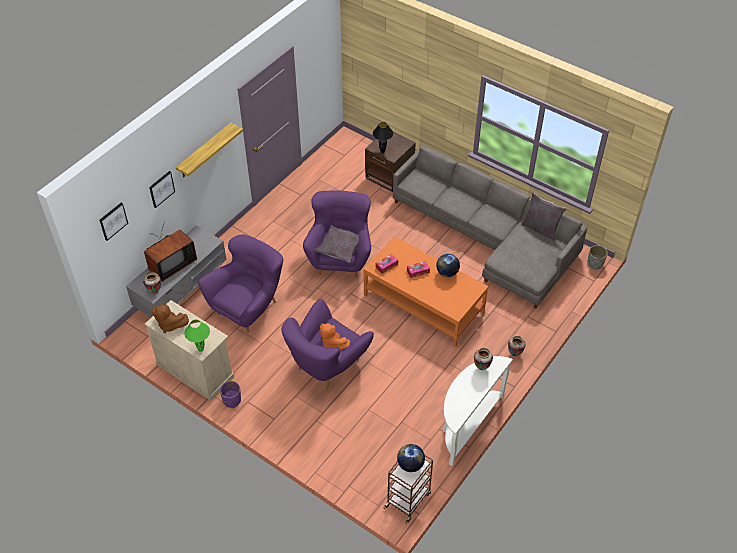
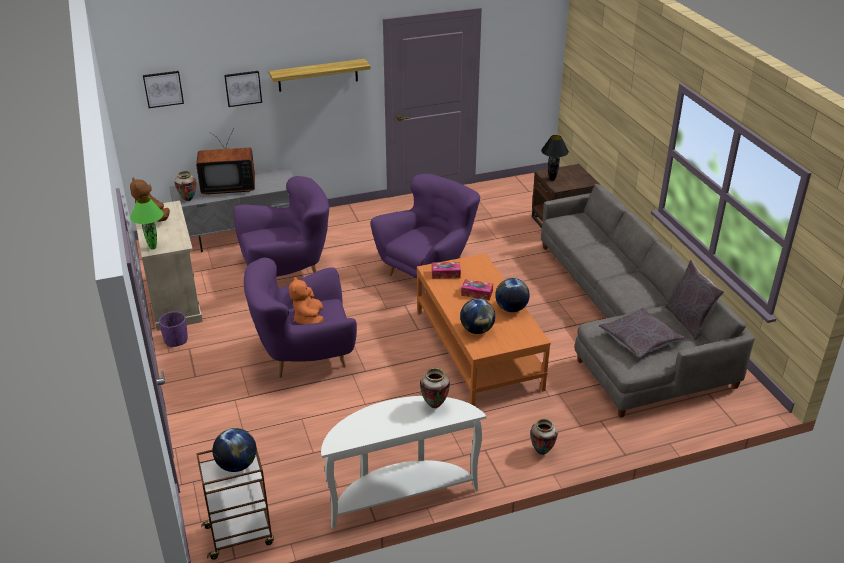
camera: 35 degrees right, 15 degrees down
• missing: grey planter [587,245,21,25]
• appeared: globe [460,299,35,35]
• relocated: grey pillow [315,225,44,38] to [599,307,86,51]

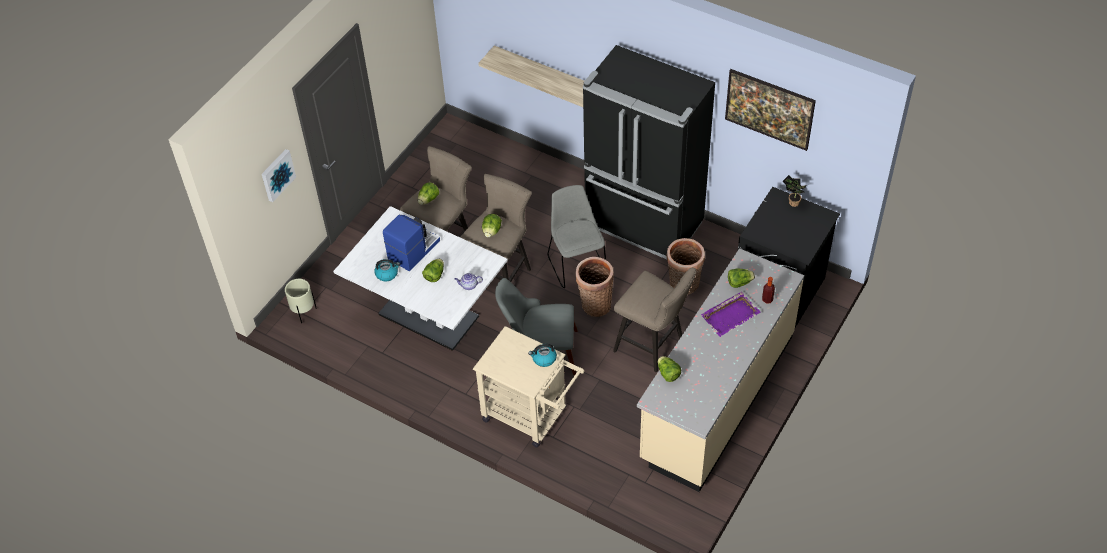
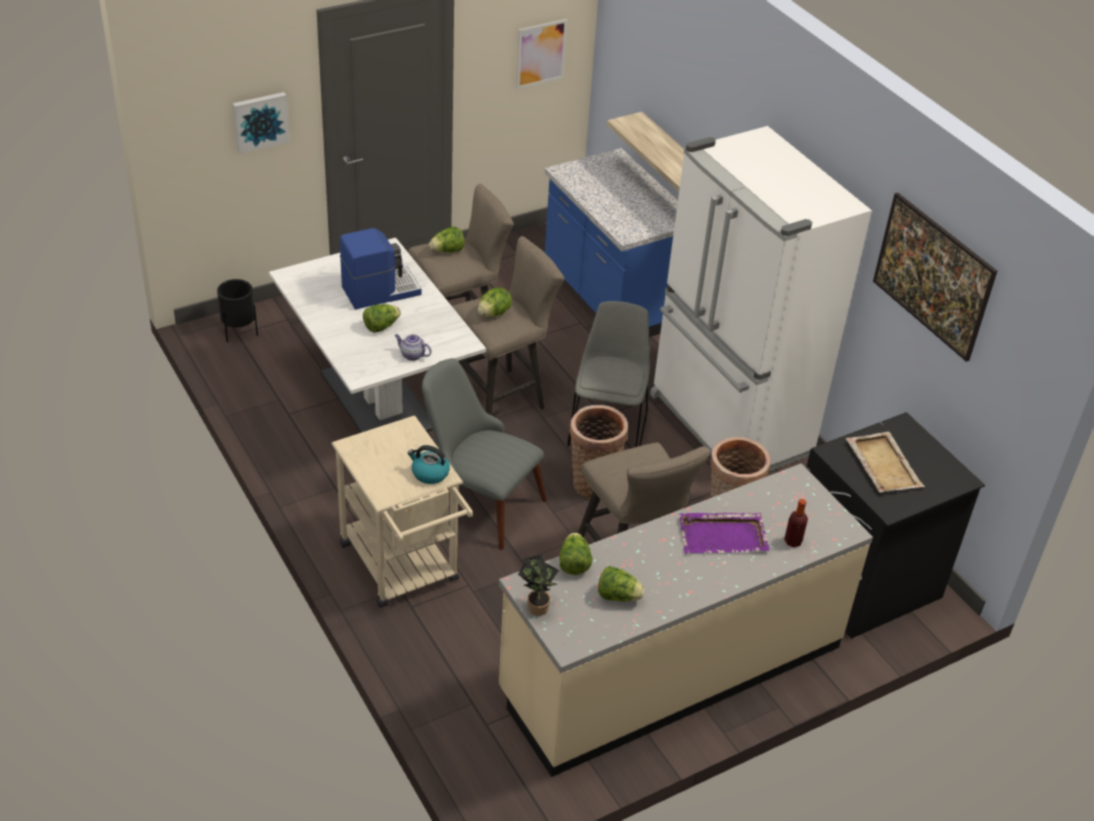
camera: 25 degrees right, 10 degrees down
• missing: kettle [374,259,26,22]
• appeared: picture [516,19,51,70]
• appeared: blue counter [545,148,133,189]
• appeared: beige tray [846,432,79,60]
• relocated: lettuce [728,268,27,20] to [598,566,47,36]
• relocated: potted plant [783,175,23,32] to [518,554,41,62]
• colour: beige planter [285,279,32,44] to black planter [217,279,41,63]
• colour: black fridge [583,45,132,214] to white fridge [650,126,222,345]

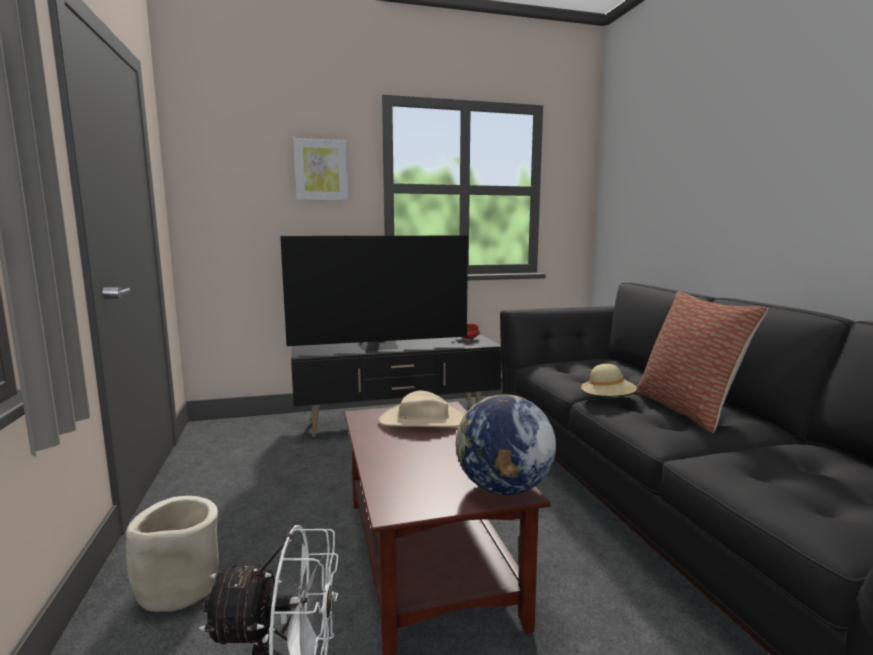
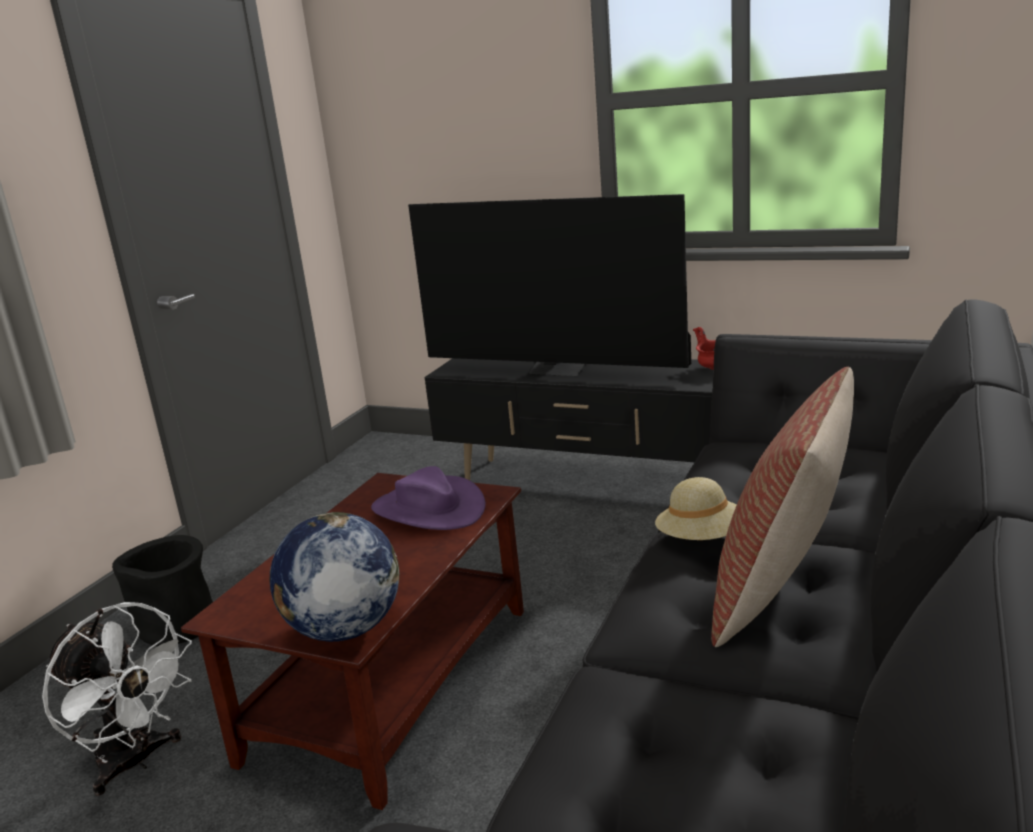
camera: 40 degrees right, 10 degrees up
• missing: picture [293,138,55,63]
• colour: beige planter [126,496,93,116] to black planter [112,535,101,111]
• colour: beige hat [378,391,87,36] to purple hat [371,466,115,64]

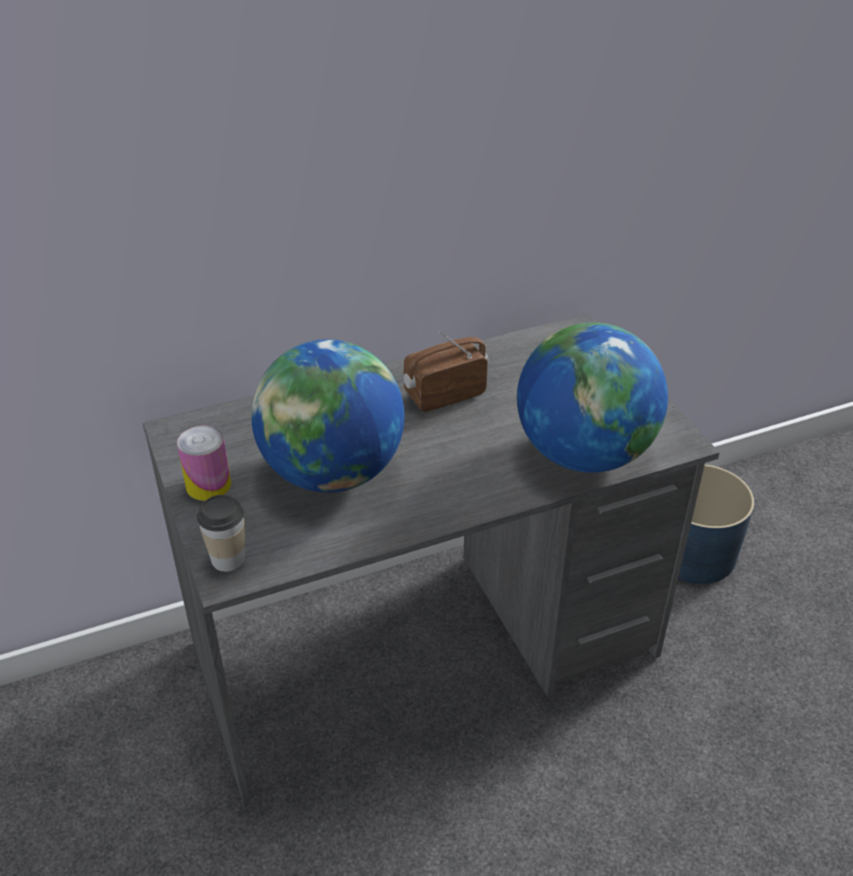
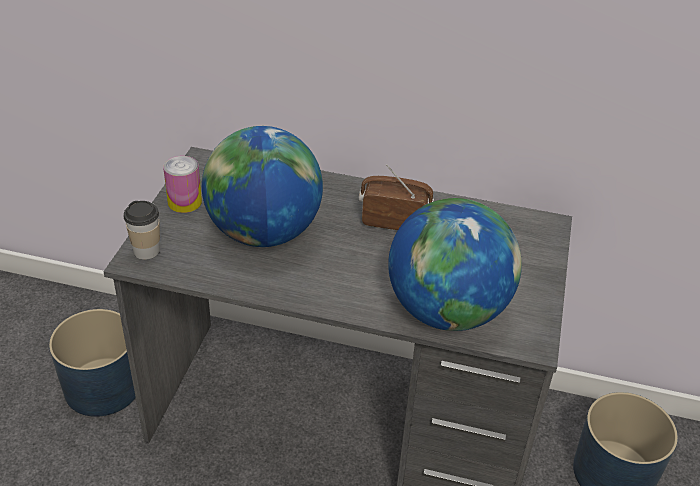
camera: 35 degrees right, 0 degrees up
• appeared: blue planter [49,309,87,108]

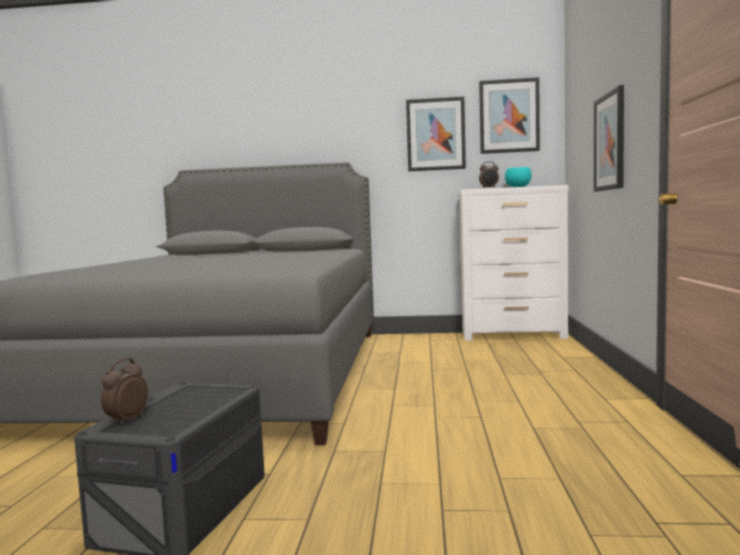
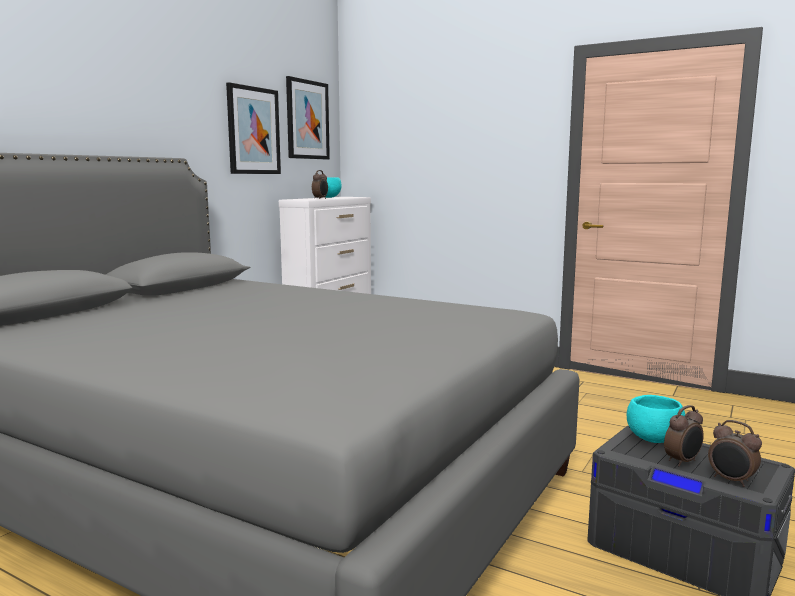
camera: 65 degrees left, 5 degrees up
• missing: picture [594,85,30,107]
• appeared: turquoise bowl [627,395,58,48]
• appeared: alarm clock [664,405,40,62]

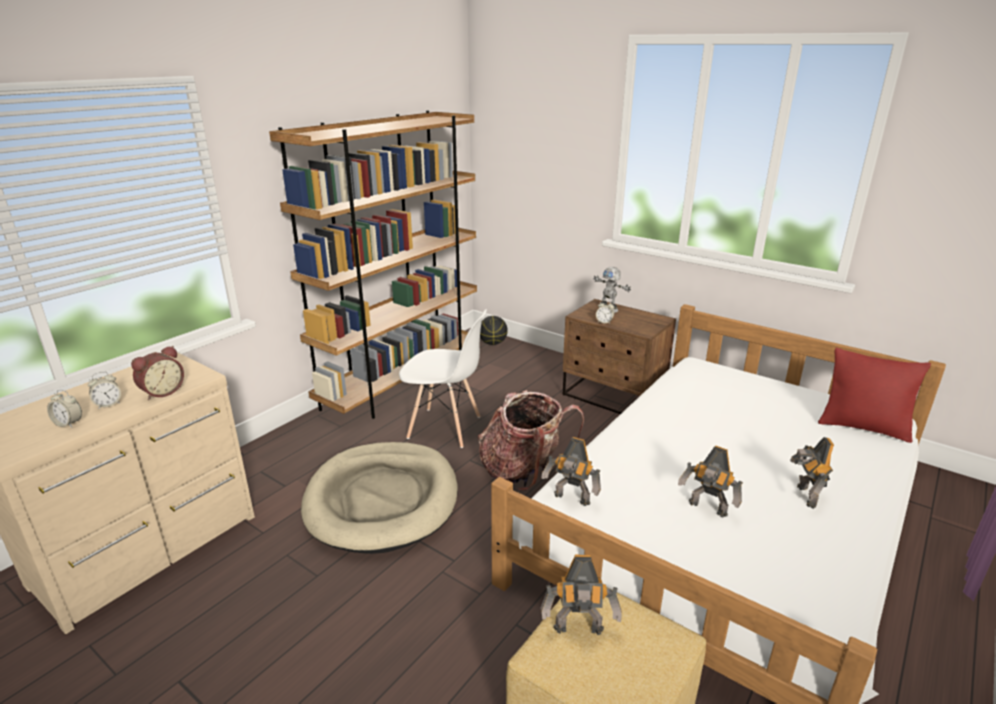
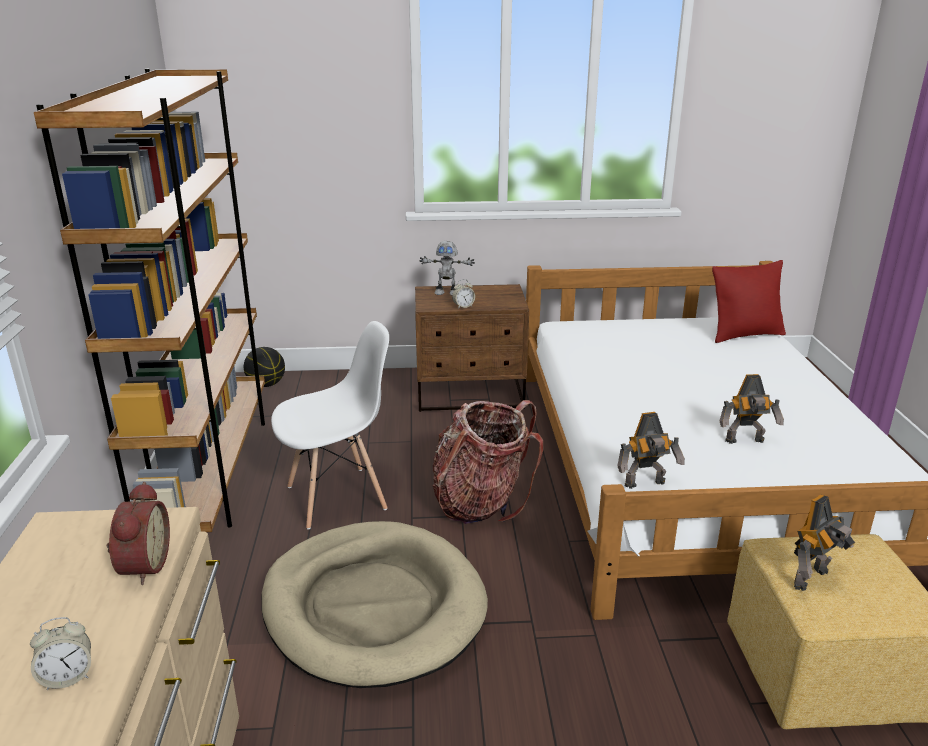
camera: 40 degrees left, 0 degrees up
• missing: alarm clock [88,372,33,37]
• missing: toy robot [790,437,44,72]

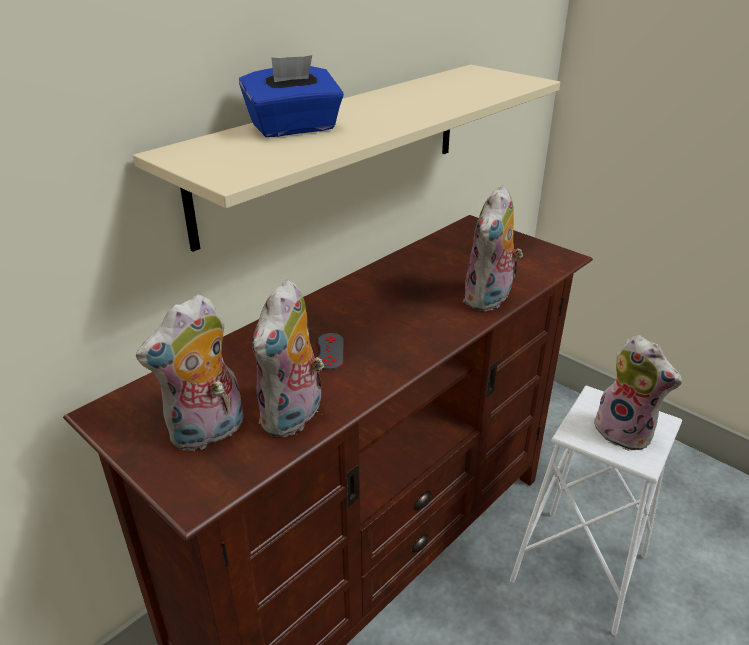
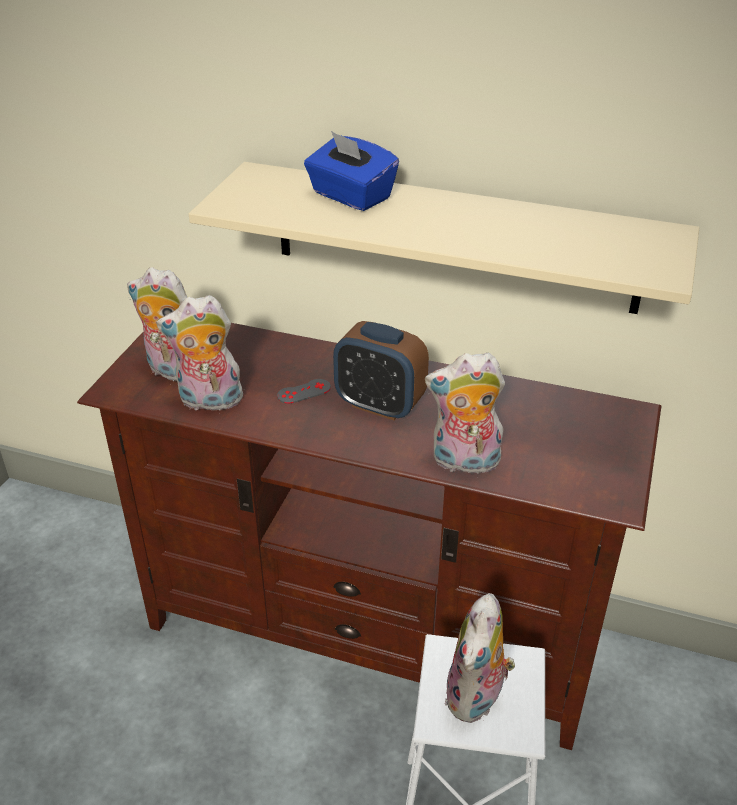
camera: 65 degrees right, 5 degrees up
• appeared: alarm clock [333,321,96,99]

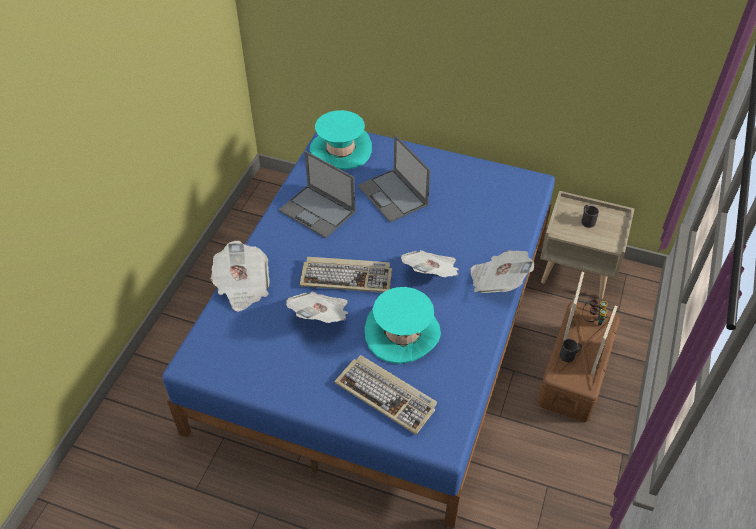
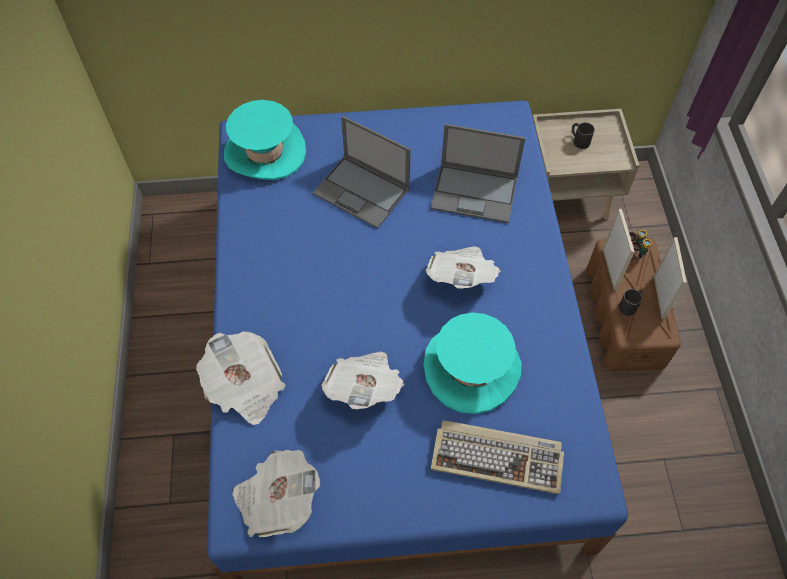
camera: 25 degrees left, 10 degrees up
• missing: keyboard [300,257,92,36]
• relocated: laptop [279,151,76,87] to [430,124,96,99]
• relocated: newspaper [470,250,64,43] to [232,450,88,87]

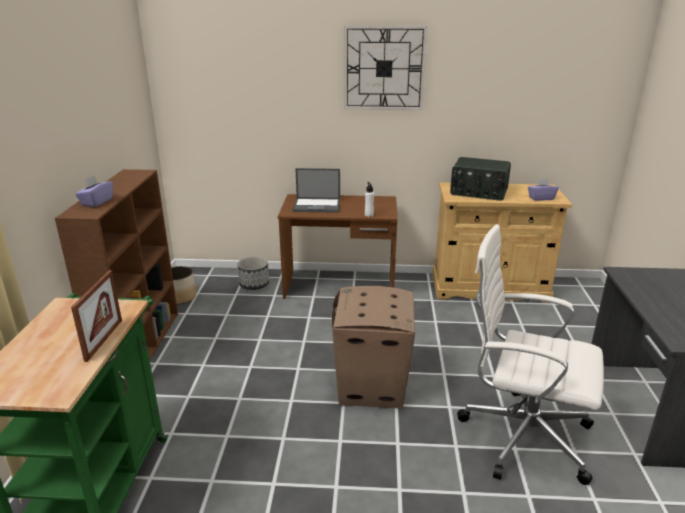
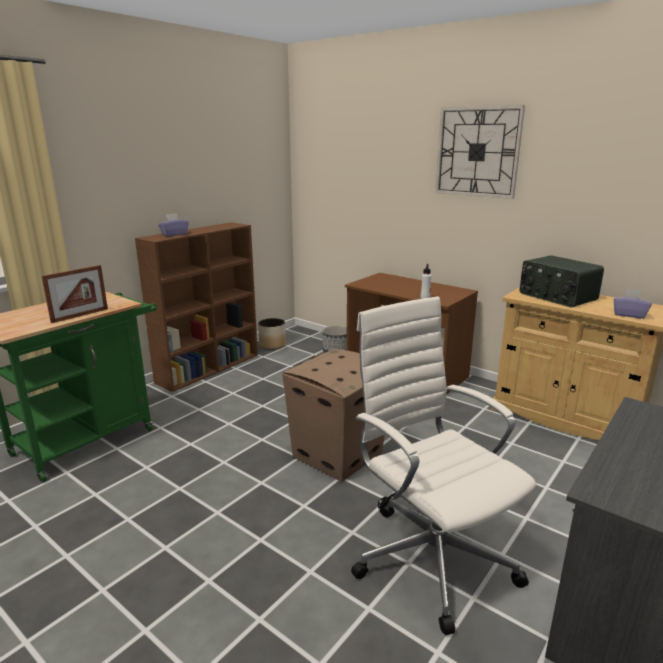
camera: 35 degrees right, 5 degrees down
• missing: laptop [293,168,47,45]

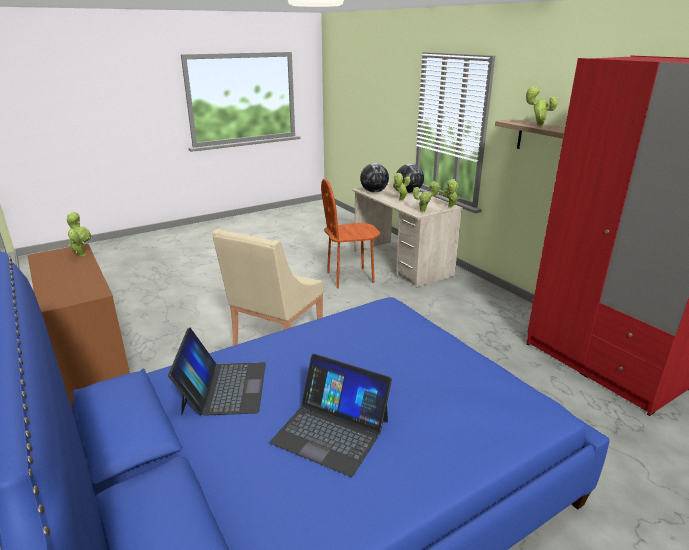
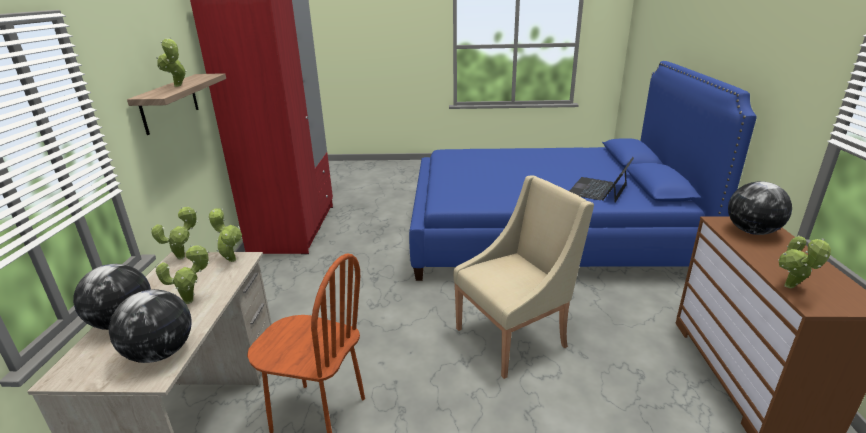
camera: 145 degrees left, 0 degrees up
• missing: laptop [270,354,122,123]
• appeared: globe [728,181,64,54]

